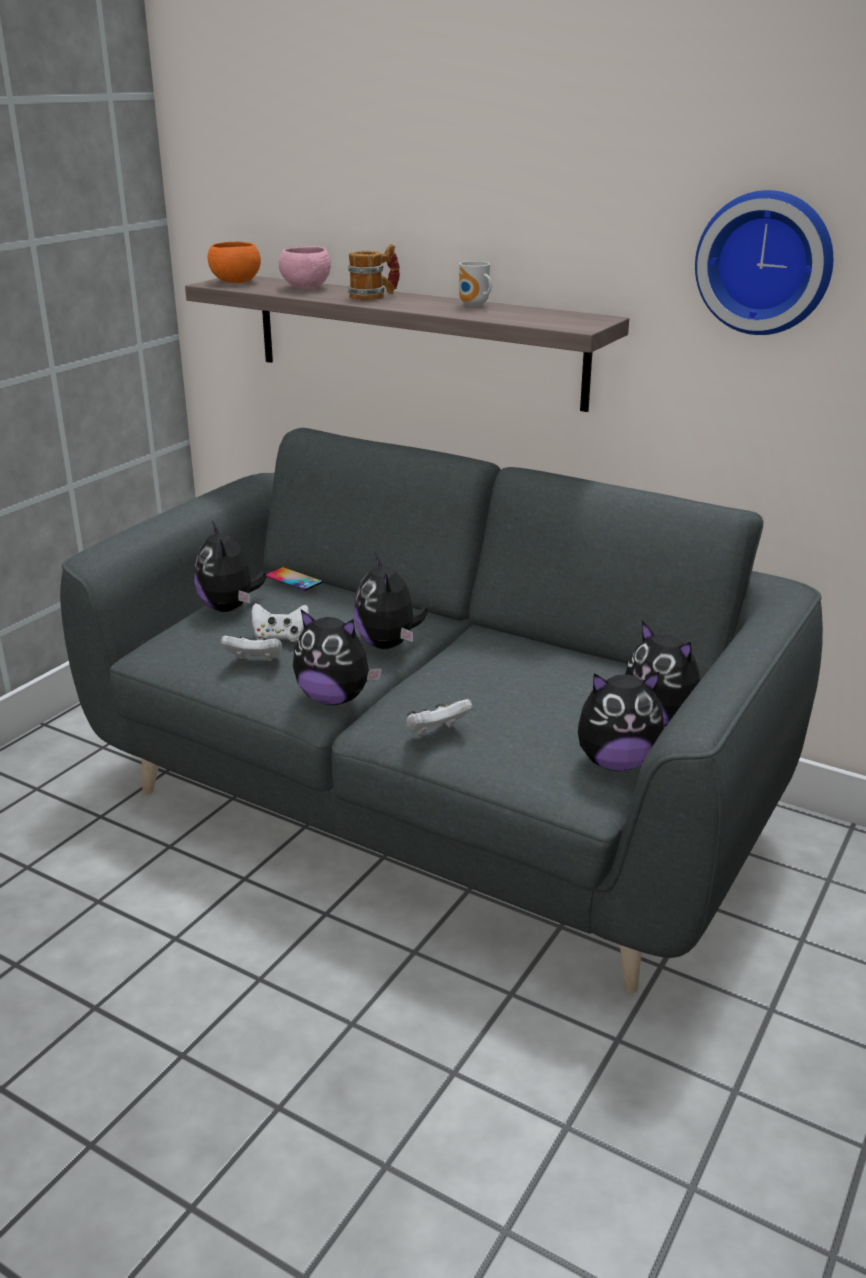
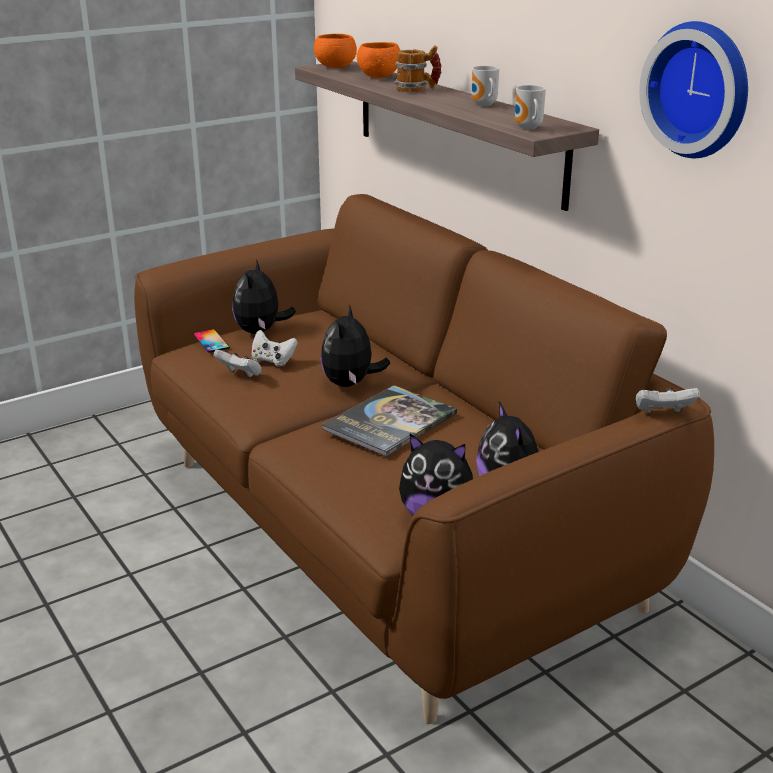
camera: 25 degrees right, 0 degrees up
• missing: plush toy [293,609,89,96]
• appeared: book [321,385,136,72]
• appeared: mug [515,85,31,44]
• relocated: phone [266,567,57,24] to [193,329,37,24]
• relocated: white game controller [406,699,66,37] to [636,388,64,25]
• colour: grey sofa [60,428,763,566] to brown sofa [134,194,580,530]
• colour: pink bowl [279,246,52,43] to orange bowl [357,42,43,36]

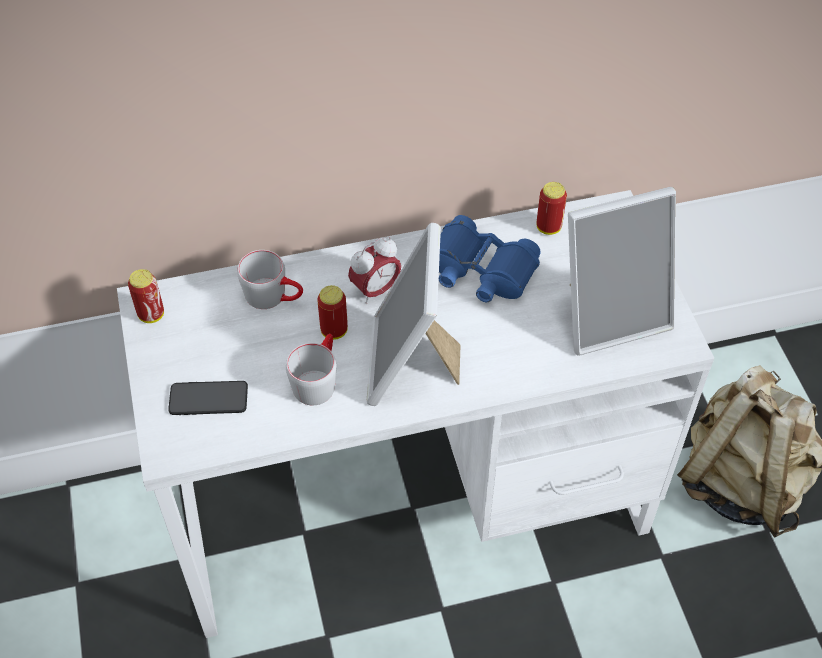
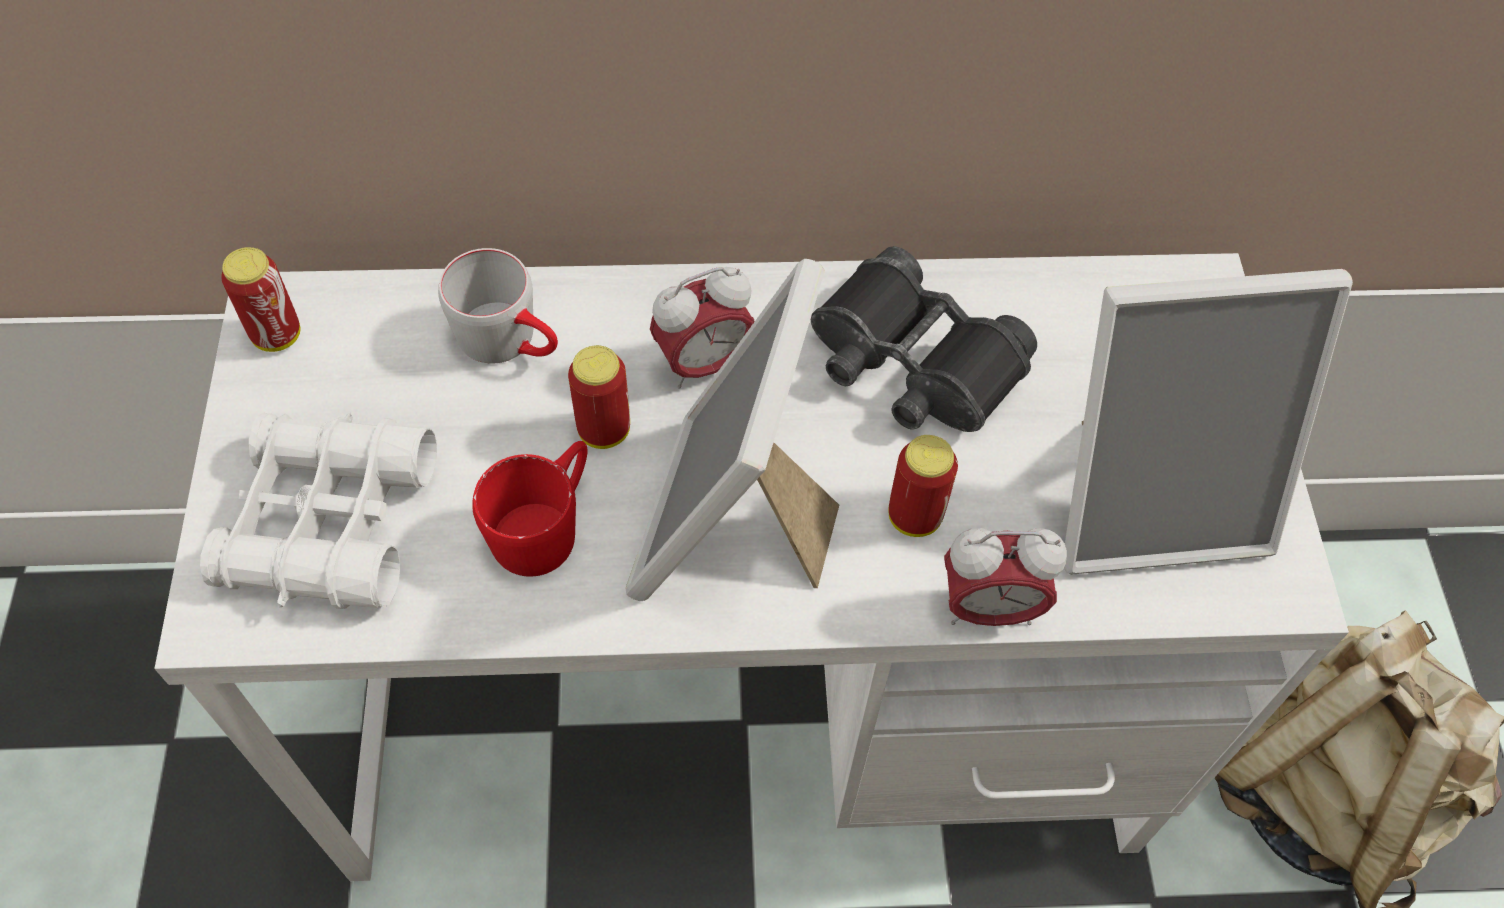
camera: 10 degrees right, 5 degrees up
• appeared: alarm clock [944,528,123,98]
• relocated: can [536,182,31,53] to [889,435,69,102]
• exchanged: phone [168,381,80,34] to white binoculars [200,412,237,197]
• colour: grey mug [286,334,51,71] to red mug [472,441,116,136]
• colour: blue binoculars [439,215,102,87] to black binoculars [811,246,226,186]

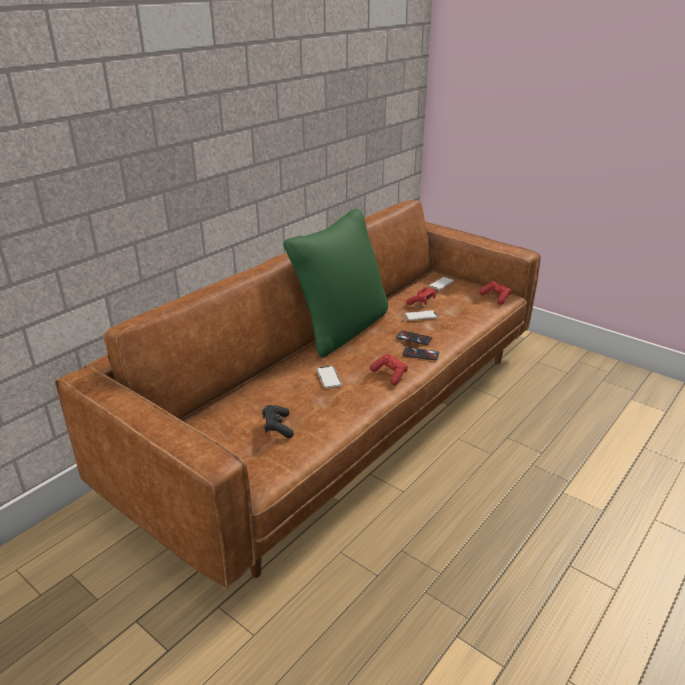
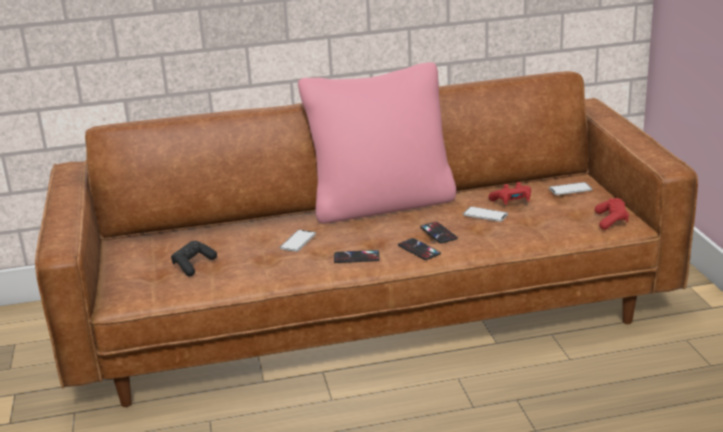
camera: 40 degrees right, 5 degrees down
• exchanged: red game controller [370,354,38,31] to phone [334,250,45,13]
• colour: green pillow [283,209,105,149] to pink pillow [298,62,158,162]

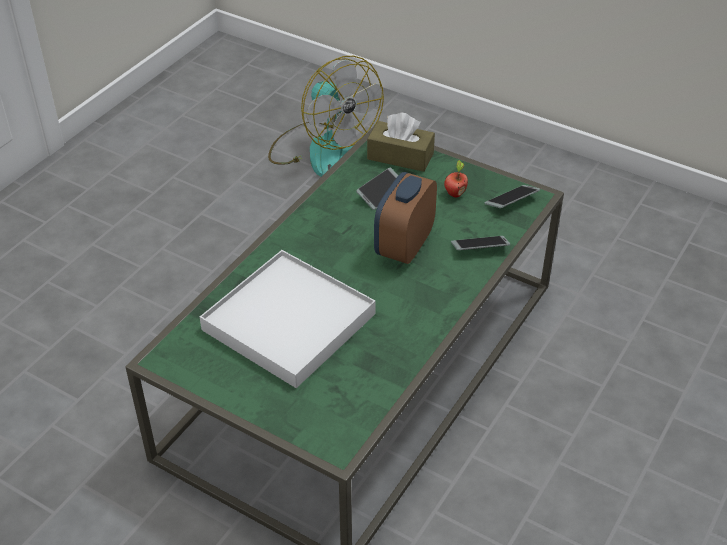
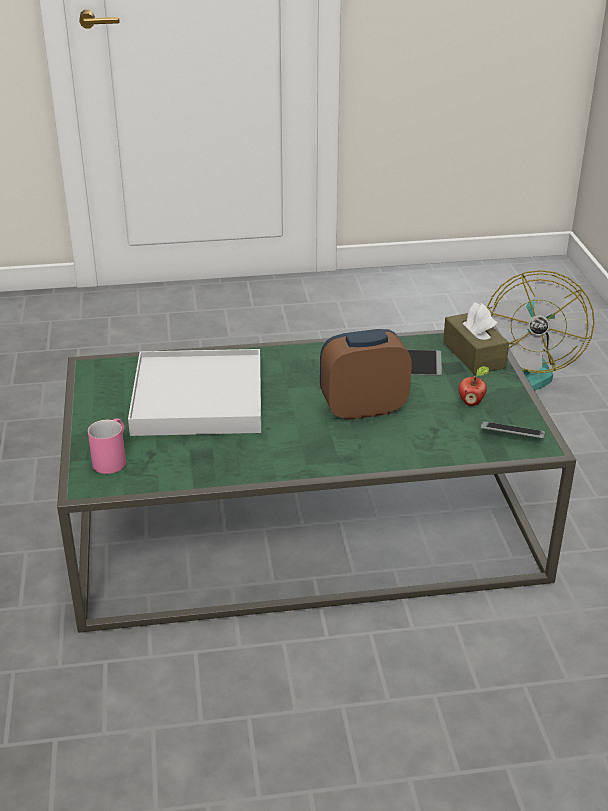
camera: 50 degrees right, 10 degrees down
• missing: phone [451,236,59,14]
• appeared: pink mug [88,418,38,56]

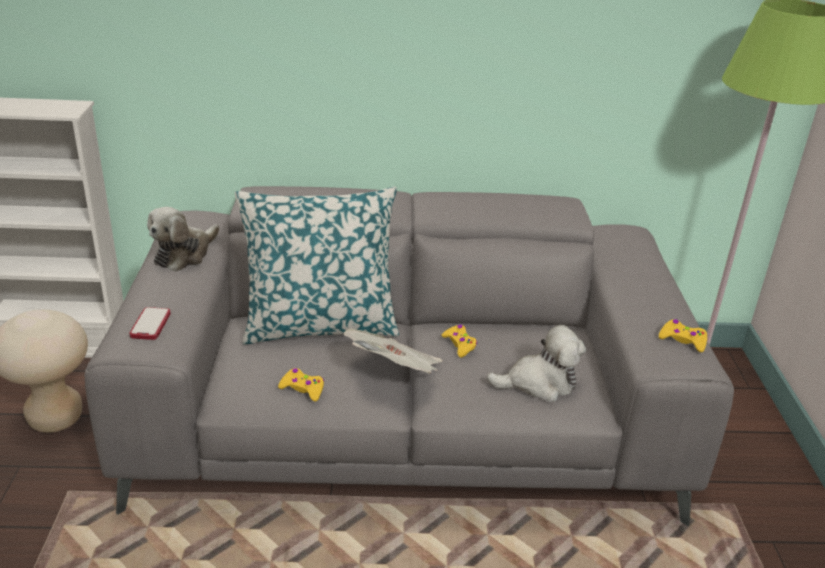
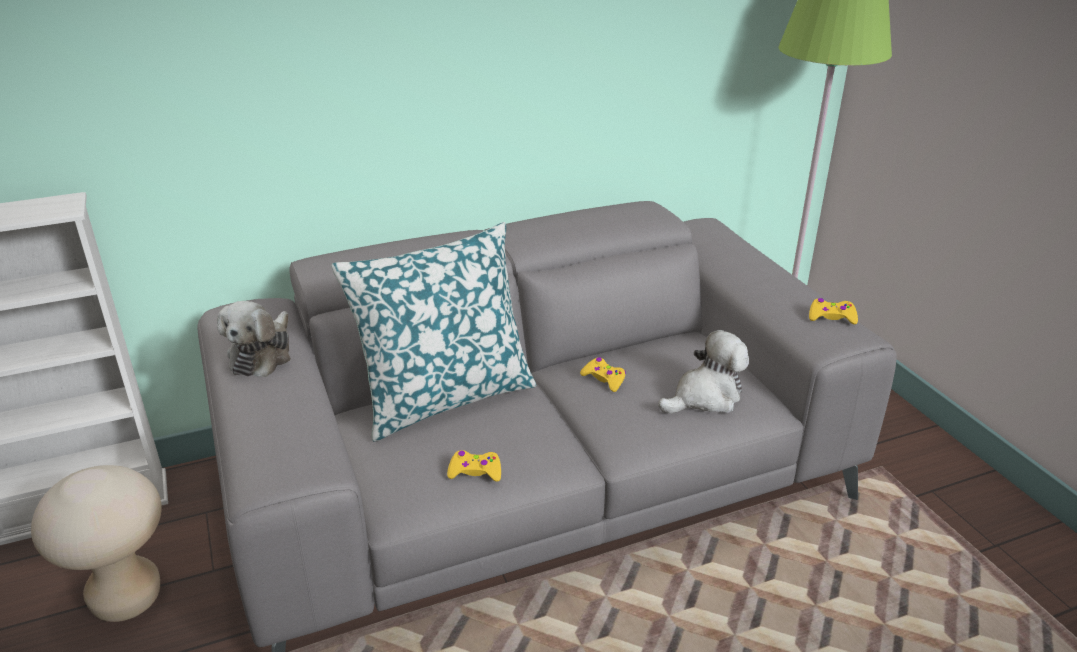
camera: 20 degrees left, 0 degrees up
• missing: phone [129,307,42,33]
• missing: newspaper [344,328,98,45]

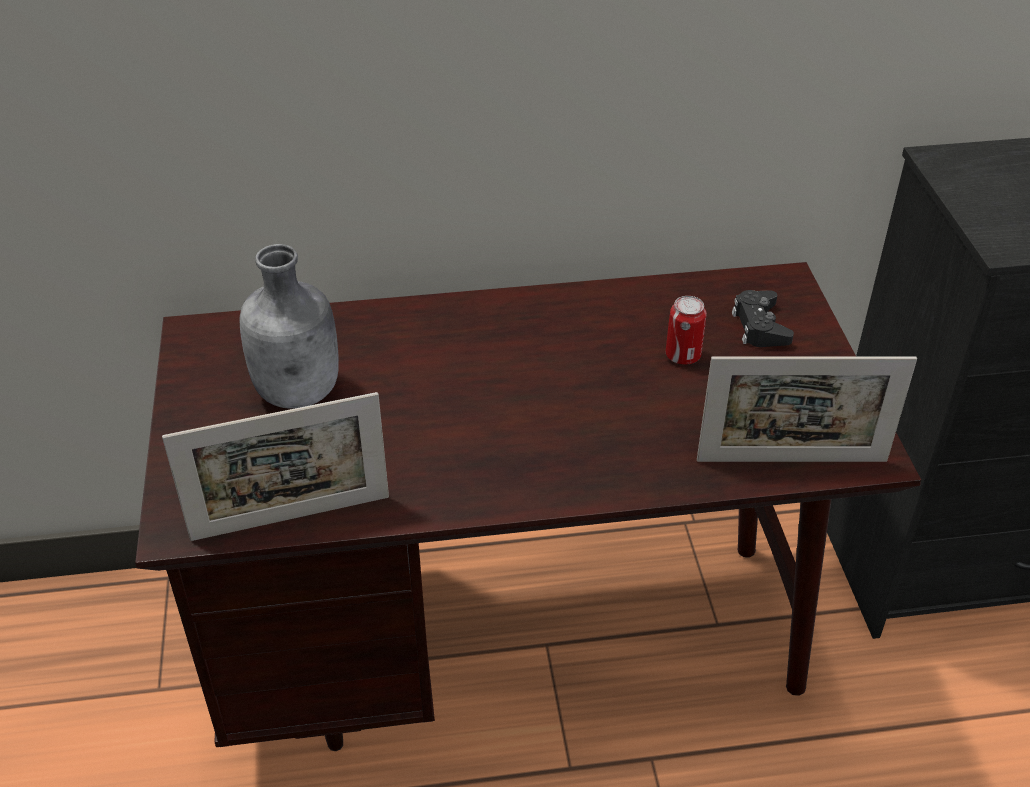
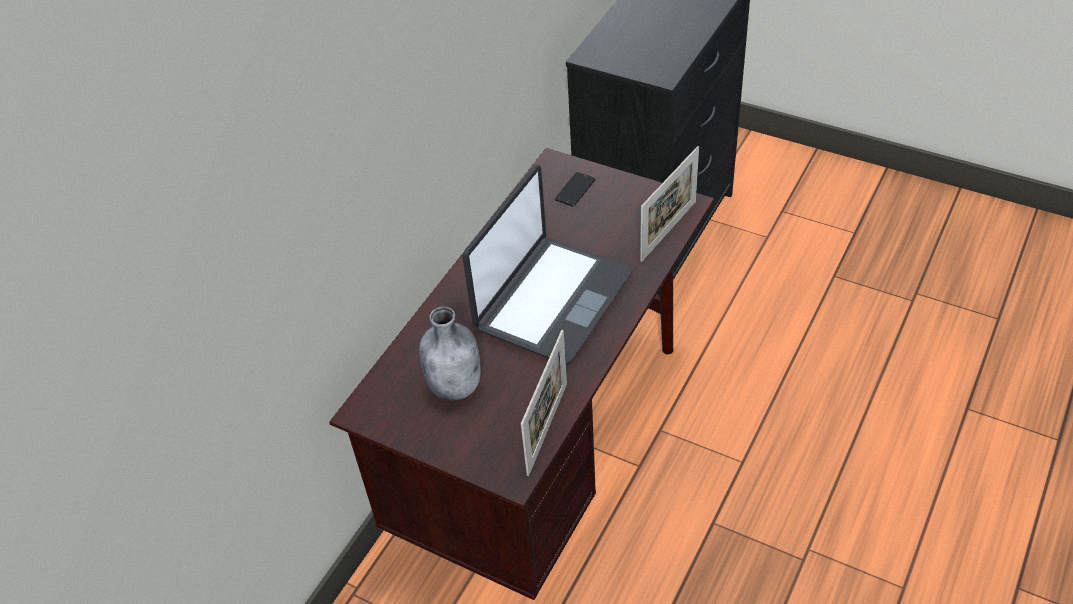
camera: 50 degrees left, 5 degrees up
• missing: can [666,296,41,69]
• appeared: laptop [462,165,170,200]
• exchanged: black game controller [732,290,62,57] to phone [555,172,40,35]

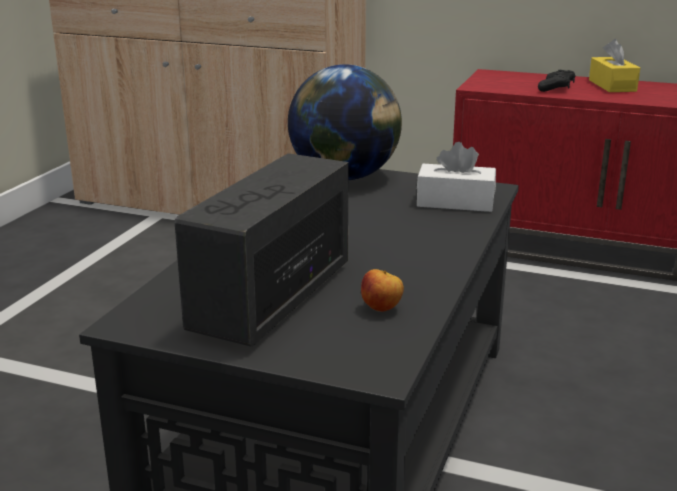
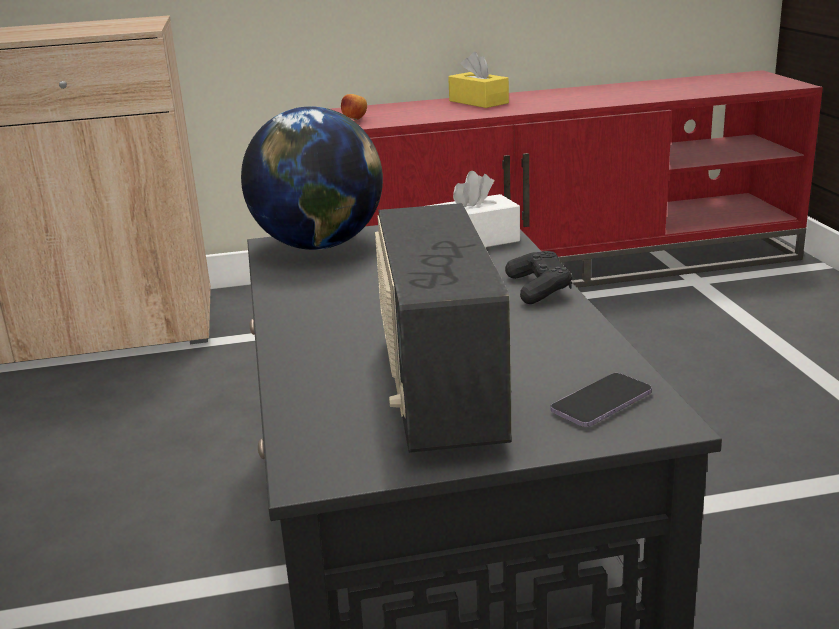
camera: 30 degrees left, 0 degrees up
• appeared: phone [551,373,101,54]
• relocated: apple [361,269,43,43] to [341,94,26,26]
• relocated: black game controller [538,70,37,22] to [505,251,67,53]

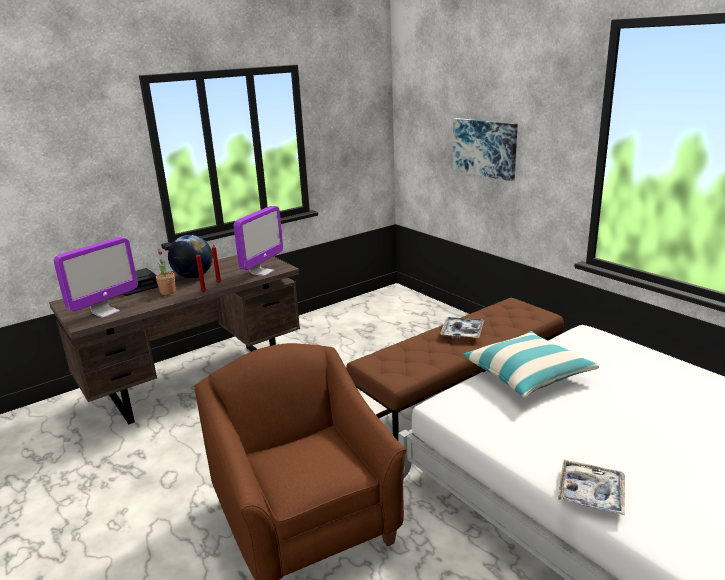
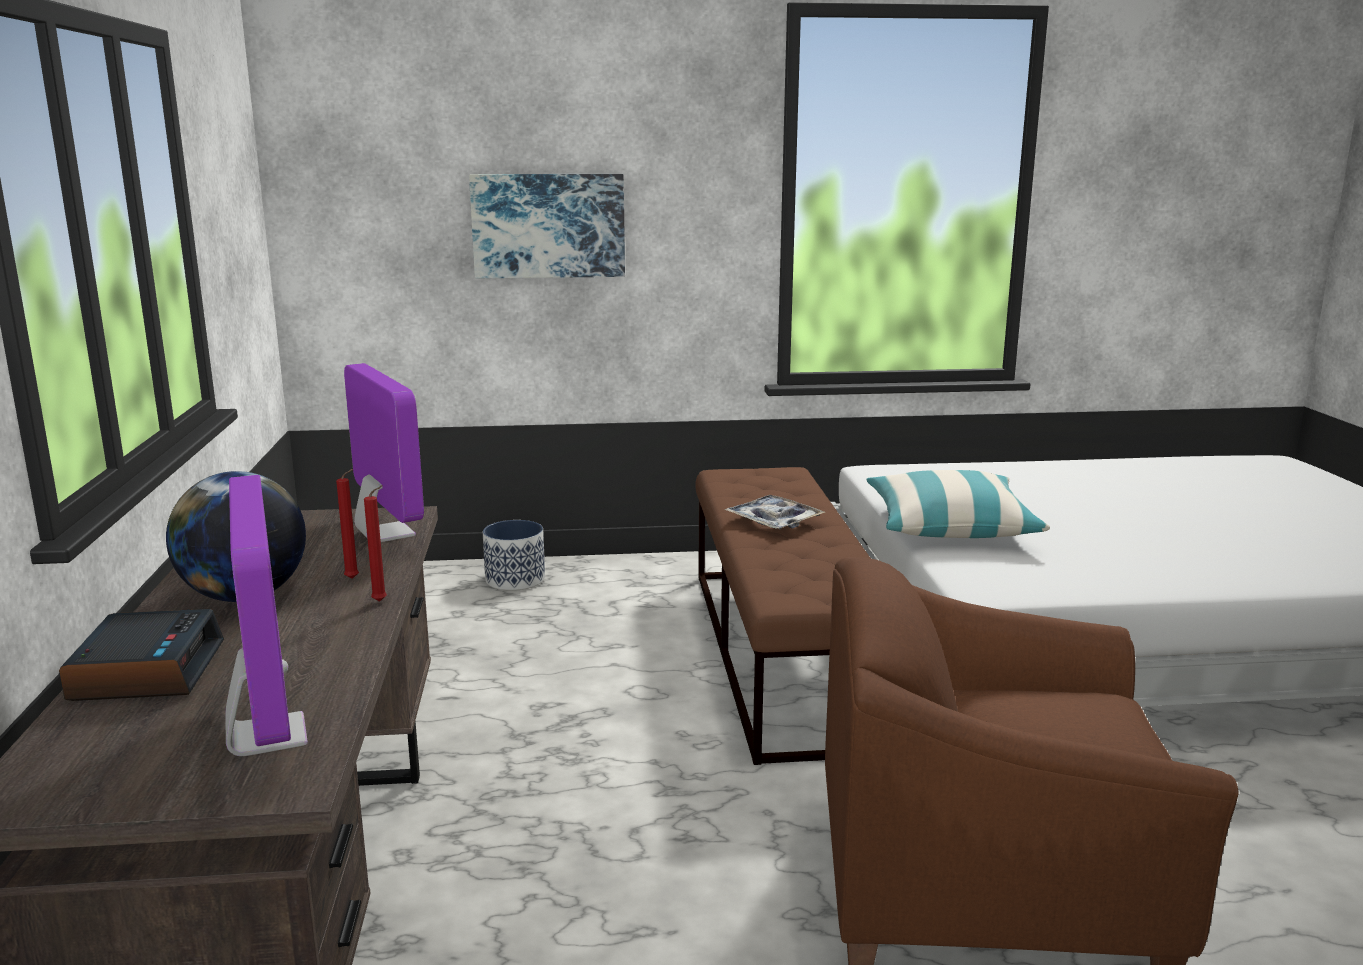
camera: 60 degrees left, 5 degrees down
• missing: potted plant [156,249,20,46]
• missing: tray [557,459,68,56]
• appeared: planter [483,520,62,71]

